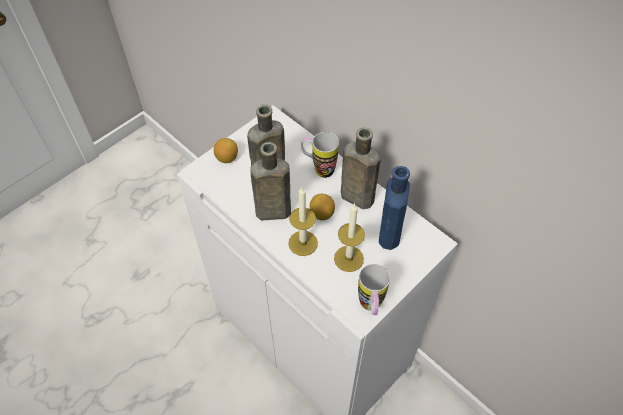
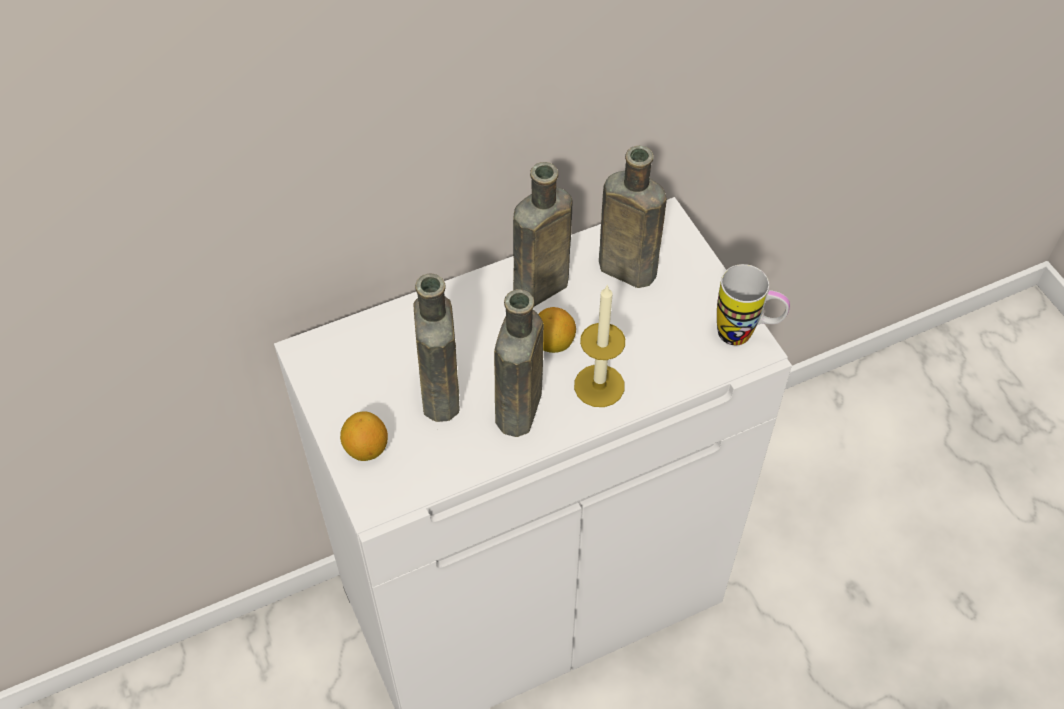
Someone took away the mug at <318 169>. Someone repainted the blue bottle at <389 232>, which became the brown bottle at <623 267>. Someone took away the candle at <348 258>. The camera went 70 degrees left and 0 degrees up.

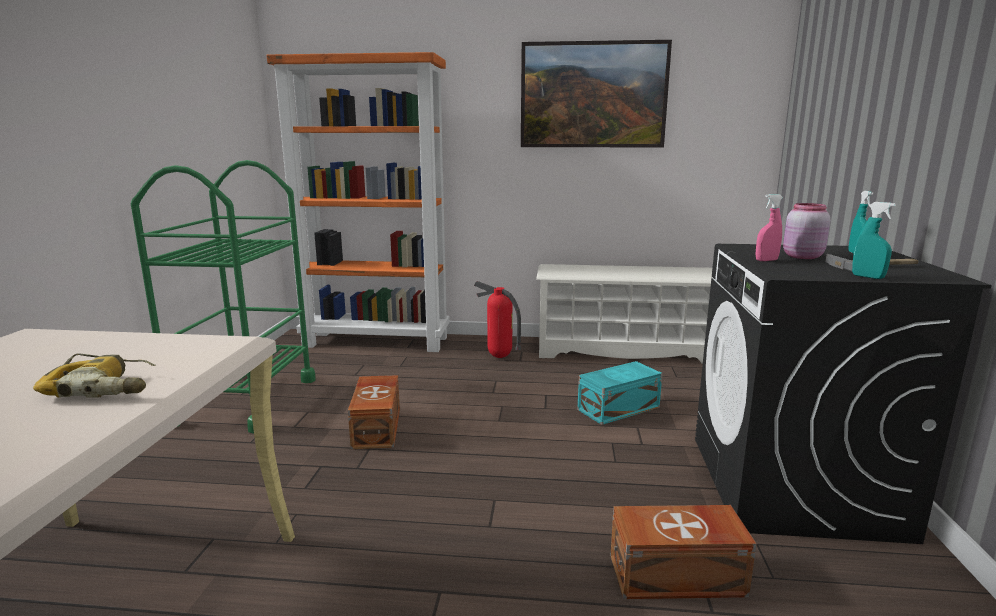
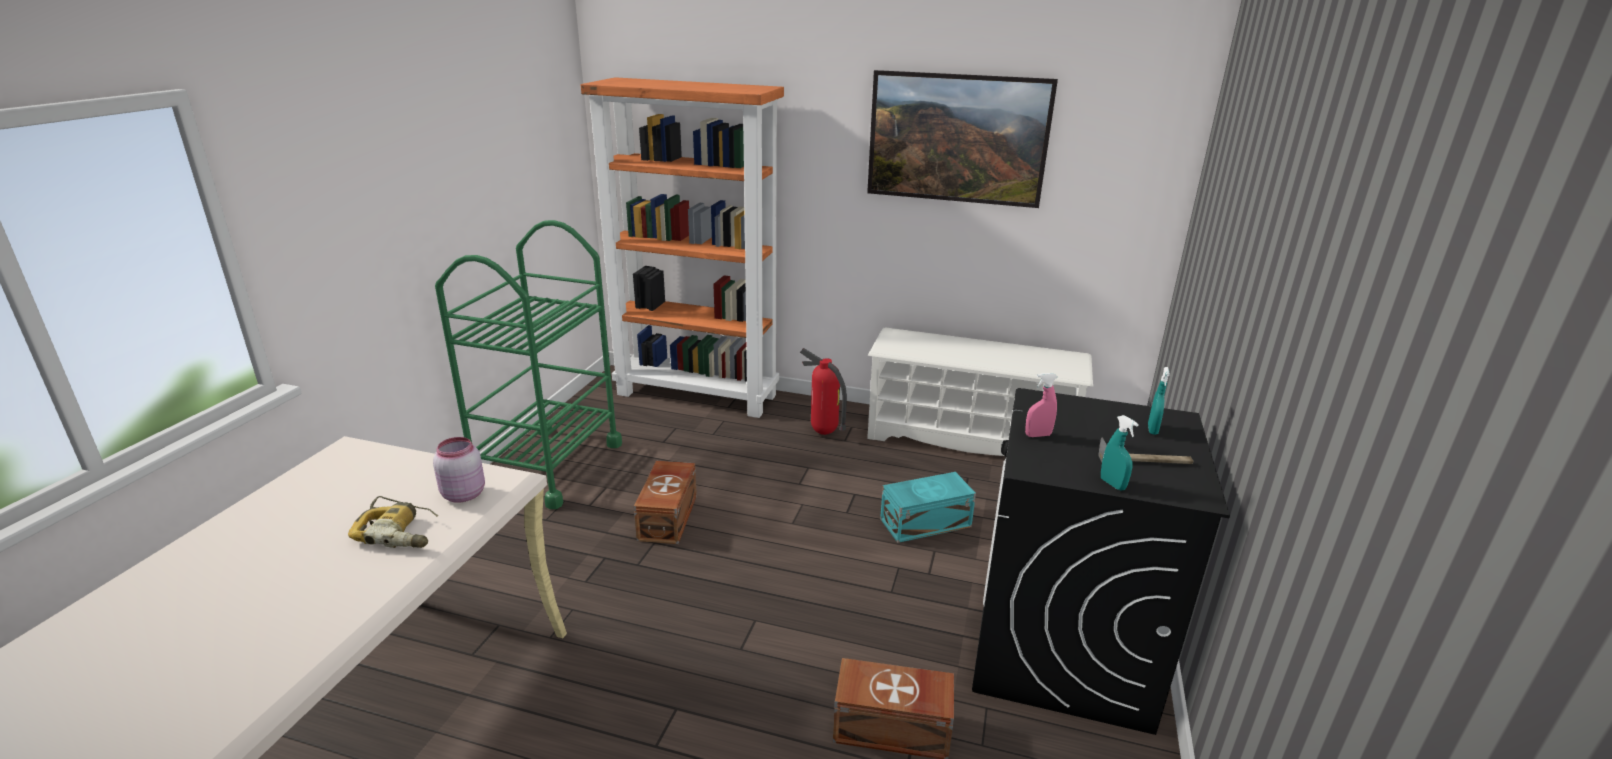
Someone carried the pink jar from <801 256> to <463 494>. The camera went 10 degrees right and 10 degrees up.

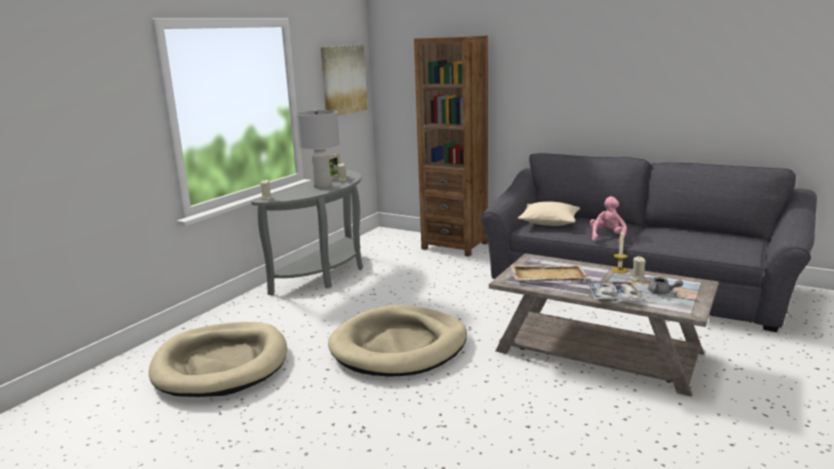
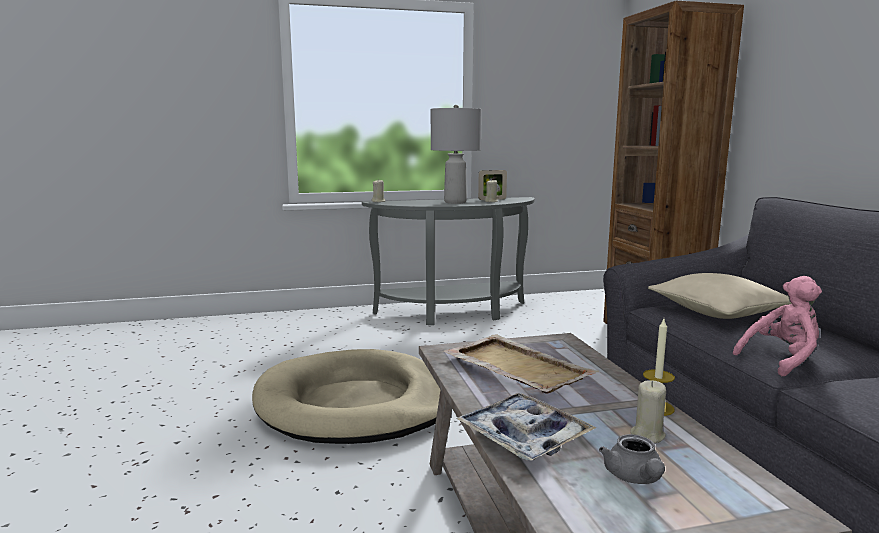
Someone took away the picture at <343 80>. Someone took away the beige dog bed at <221 364>. The camera went 45 degrees right and 5 degrees down.

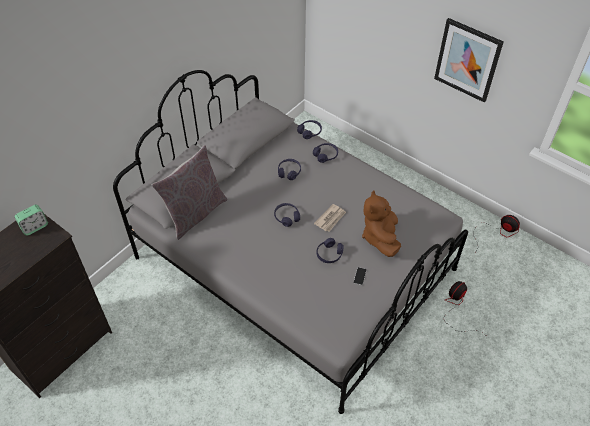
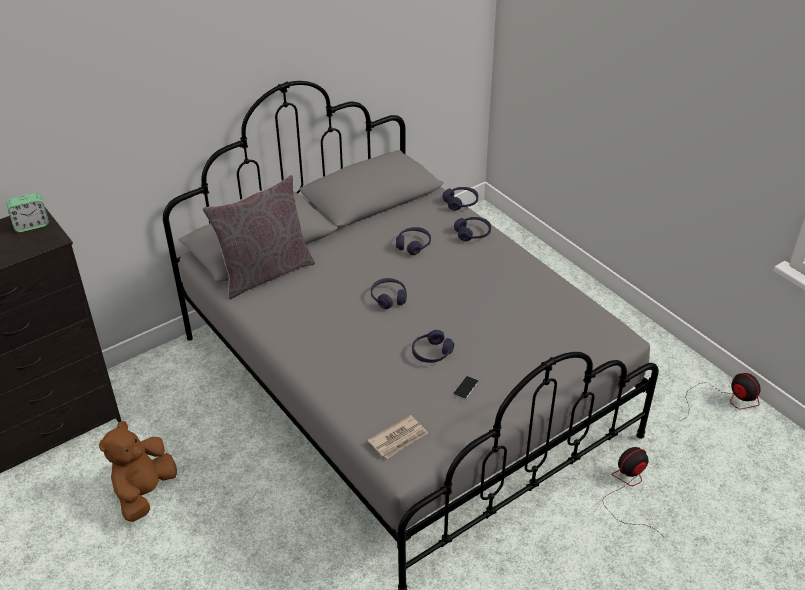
Someone took away the picture at <467 60>. Someone carried the brown plush toy from <380 237> to <144 492>. Someone carried the newspaper from <330 219> to <399 439>. The camera went 15 degrees right and 10 degrees down.

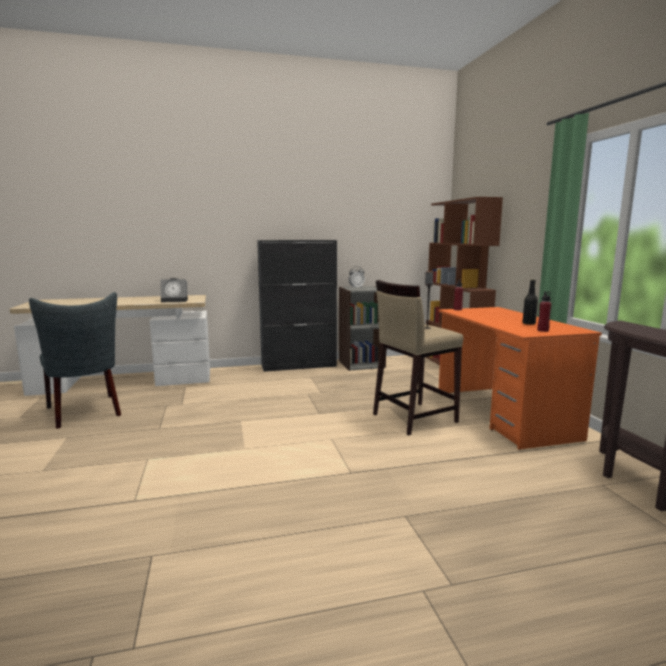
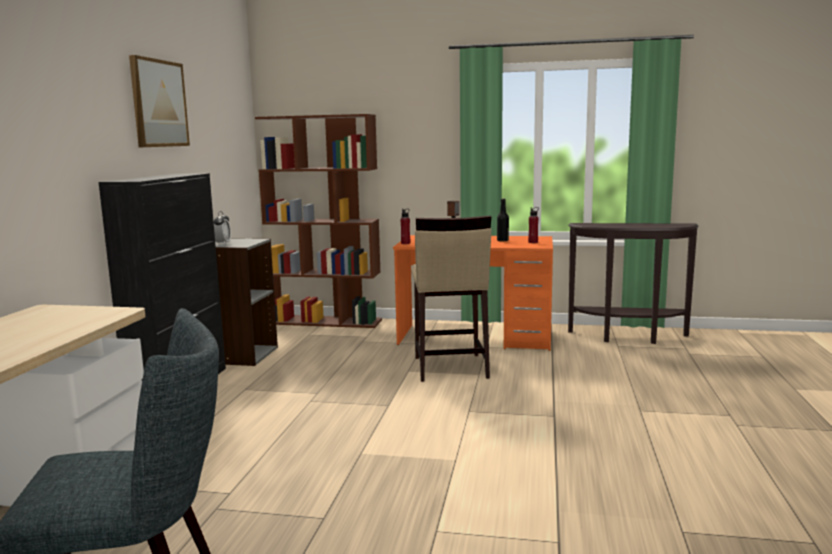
Someone took away the alarm clock at <175 300>. Someone put up the picture at <158 103>. The camera went 65 degrees left and 0 degrees up.

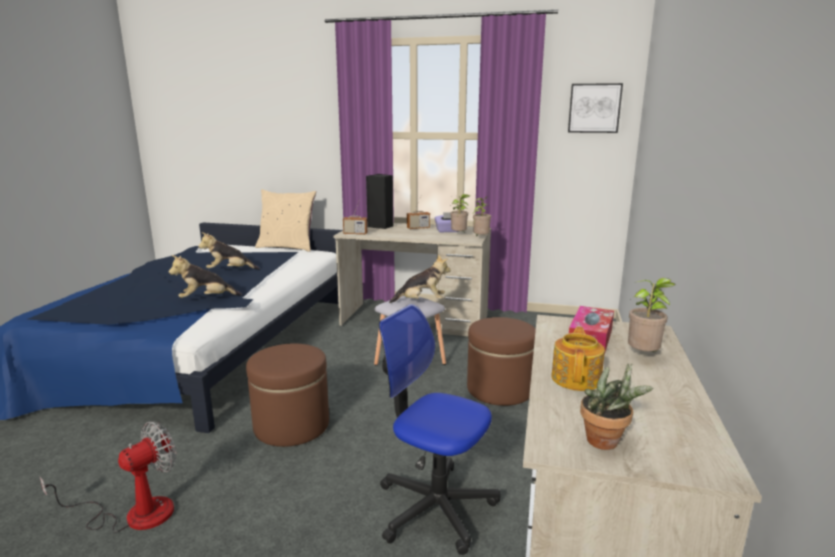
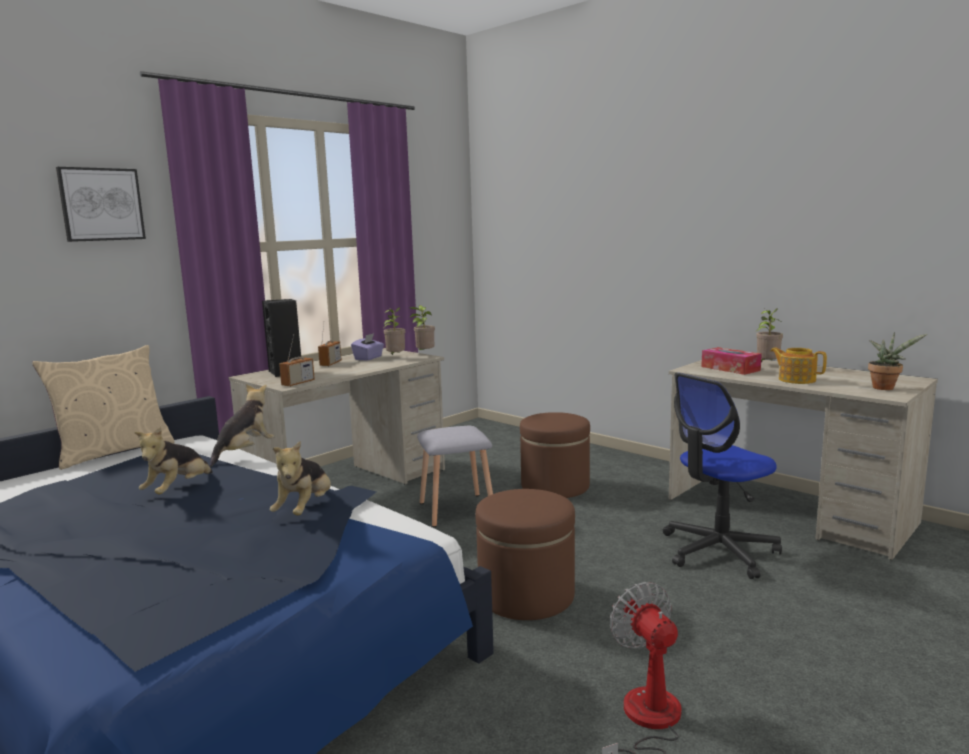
Someone carried the picture from <594 108> to <101 204>. Someone carried the plush toy from <421 302> to <244 452>. The camera went 60 degrees left and 5 degrees down.

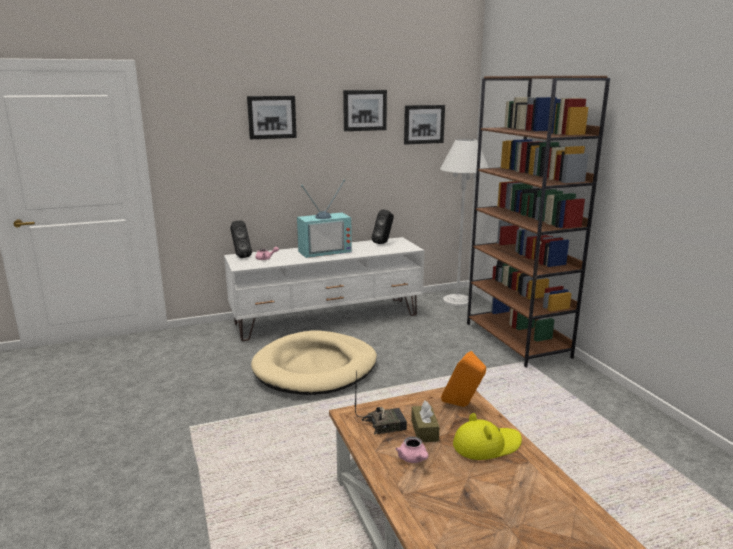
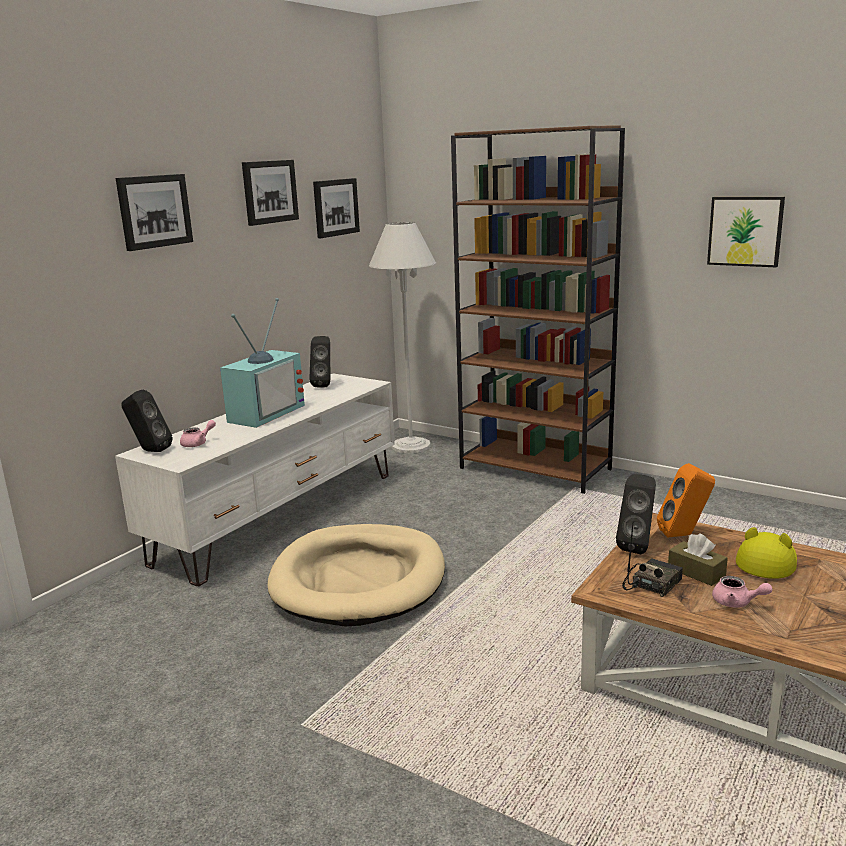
Someone put up the picture at <745 231>. Someone put down the black speaker at <638 546>. The camera went 35 degrees left and 0 degrees up.

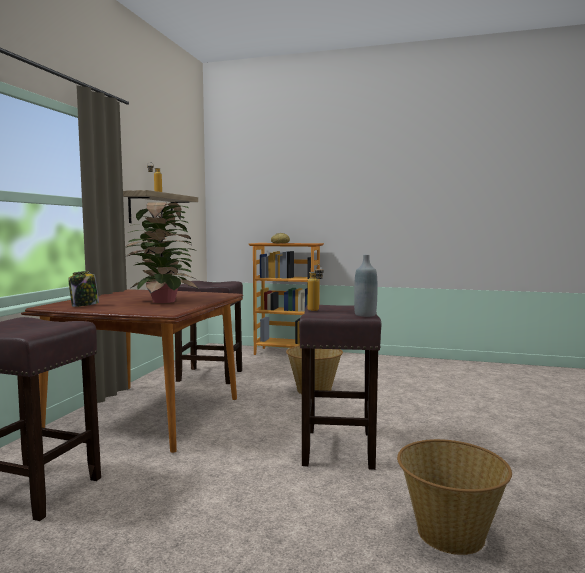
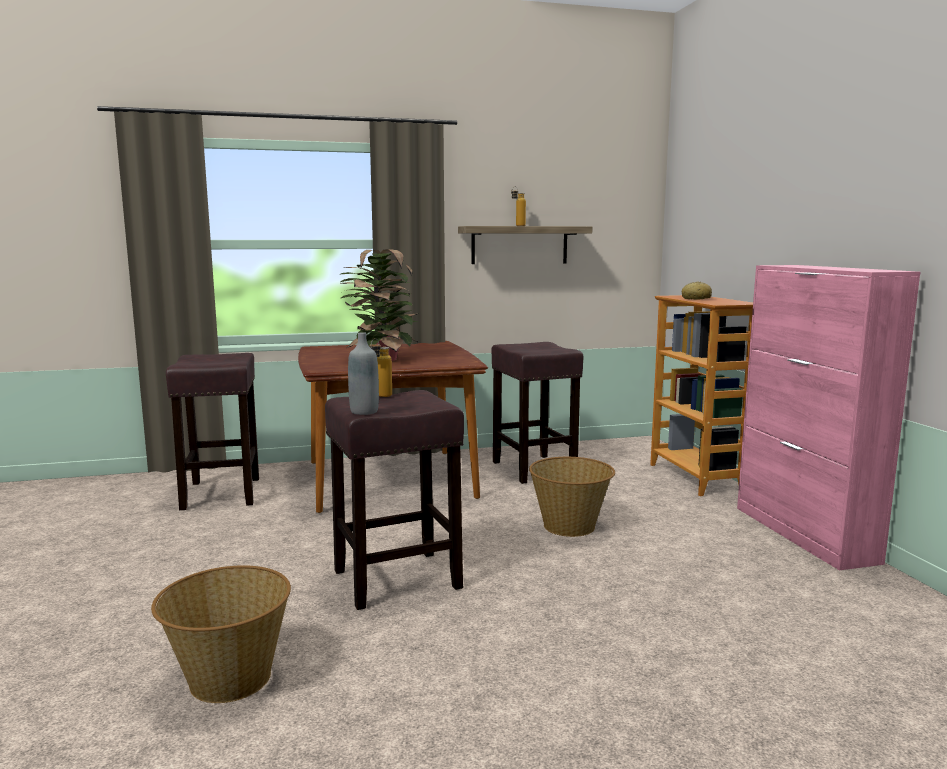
Someone took away the jar at <84 305>. Someone put down the pink cabinet at <804 534>. The camera went 60 degrees right and 5 degrees up.

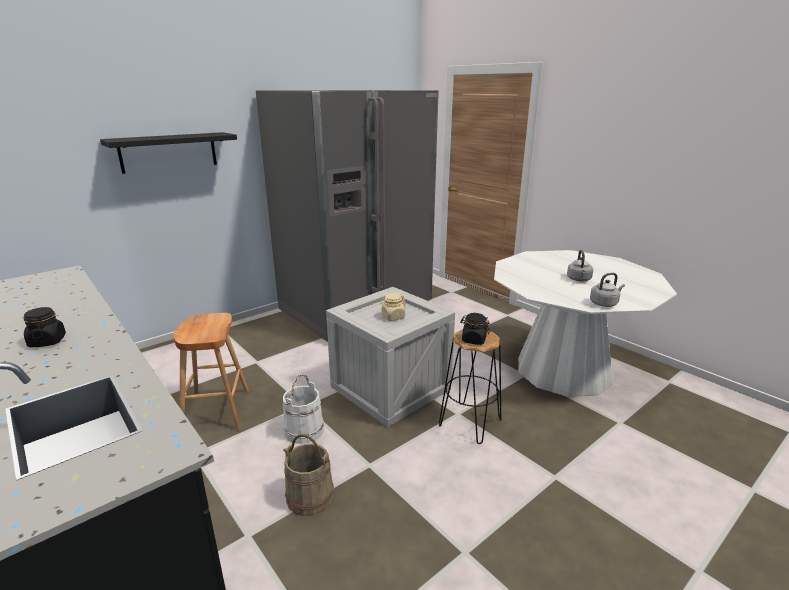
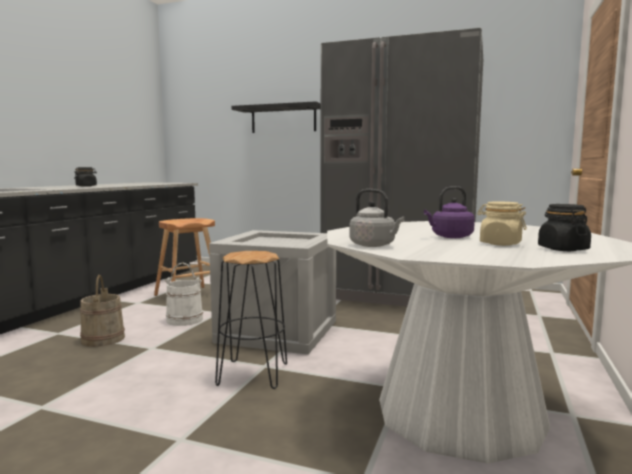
Someone repainted the grey kettle at <579 280>, which became the purple kettle at <450 237>. Someone carried the beige jar from <393 317> to <500 243>. Someone carried the black jar from <473 340> to <562 249>. The camera went 60 degrees right and 15 degrees down.

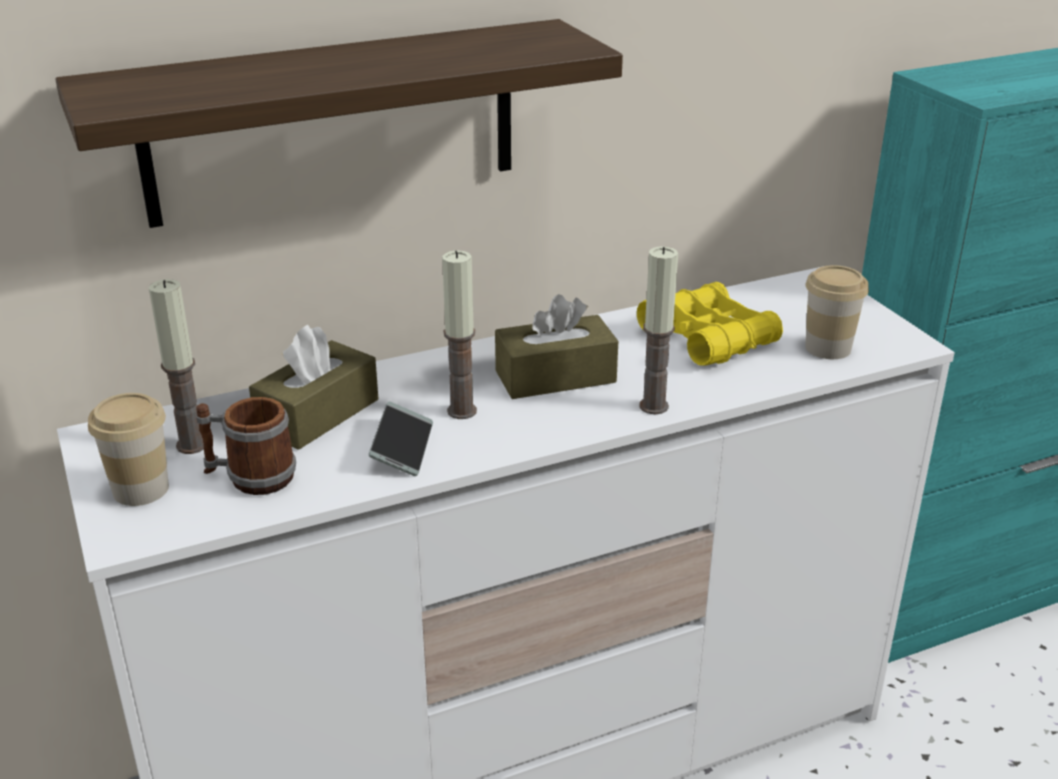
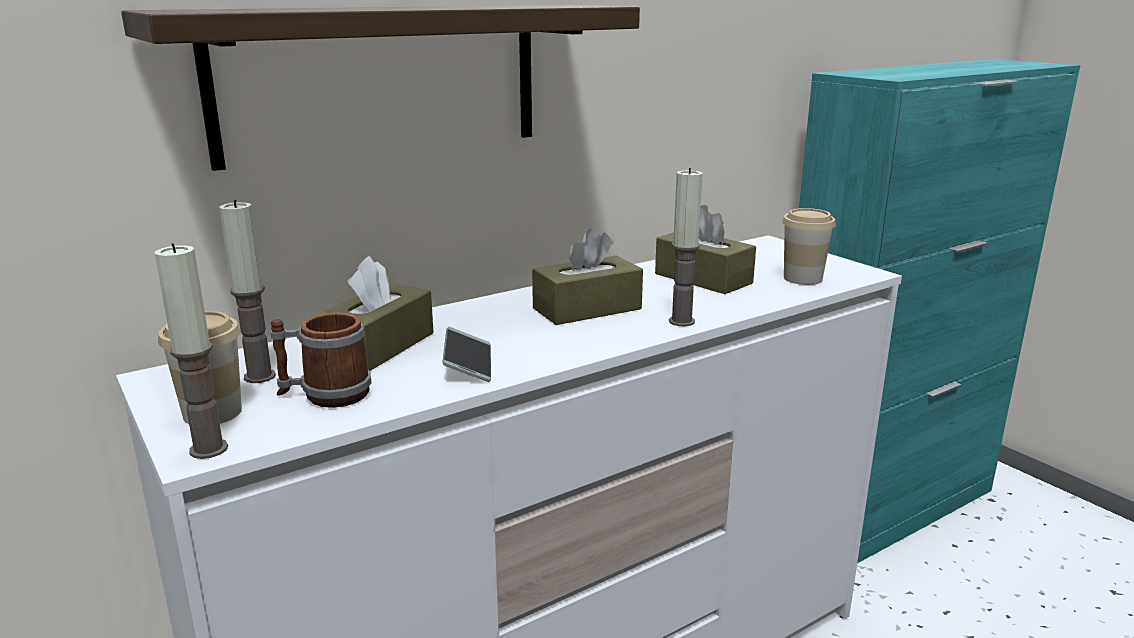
Someone carried the candle from <462 411> to <208 449>. Someone swapped the yellow binoculars at <708 338> for the brown tissue box at <703 278>. The camera went 10 degrees left and 10 degrees down.

